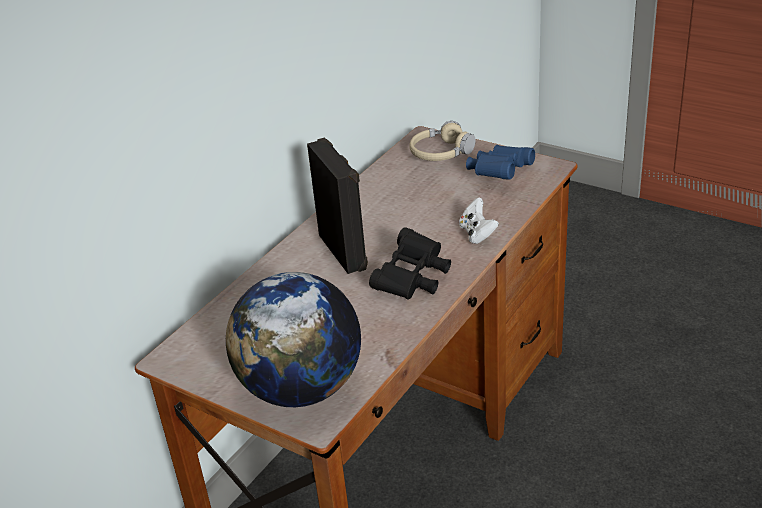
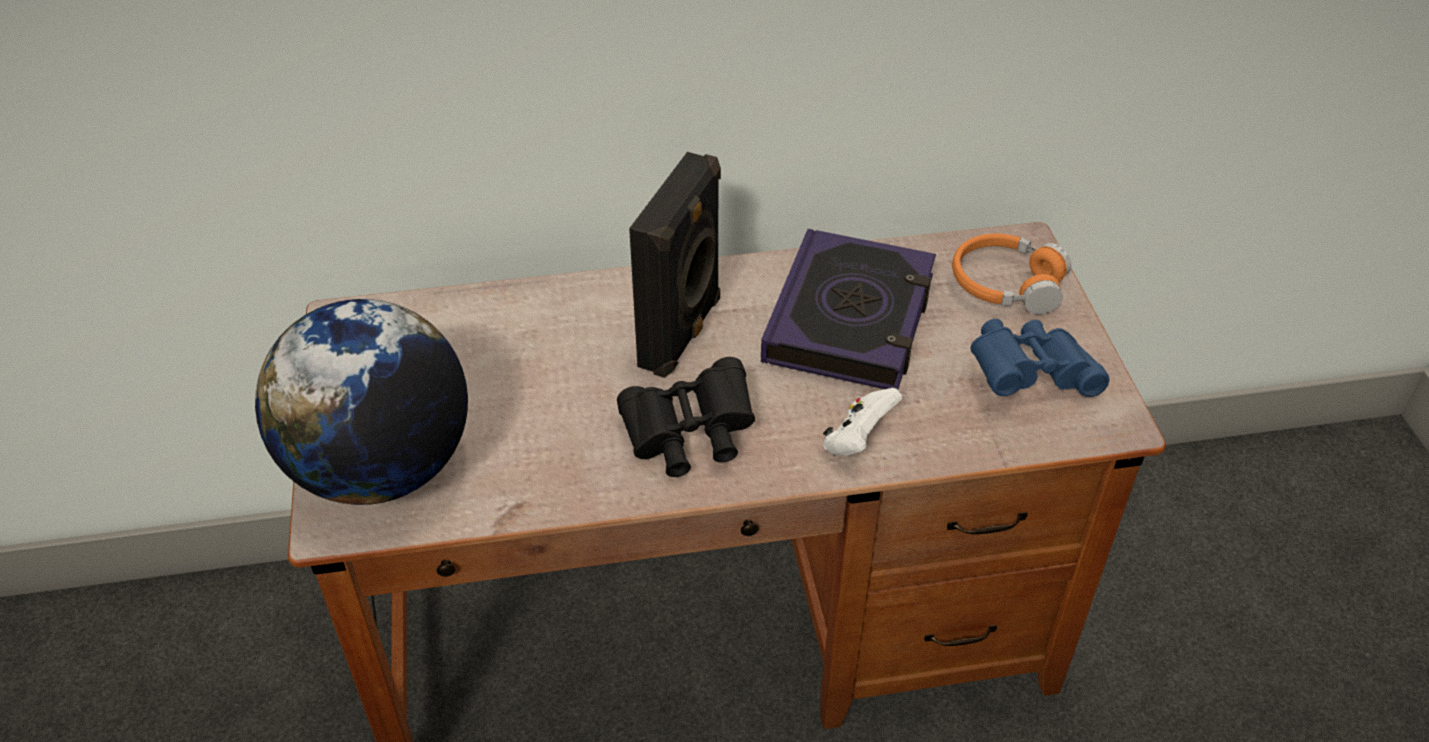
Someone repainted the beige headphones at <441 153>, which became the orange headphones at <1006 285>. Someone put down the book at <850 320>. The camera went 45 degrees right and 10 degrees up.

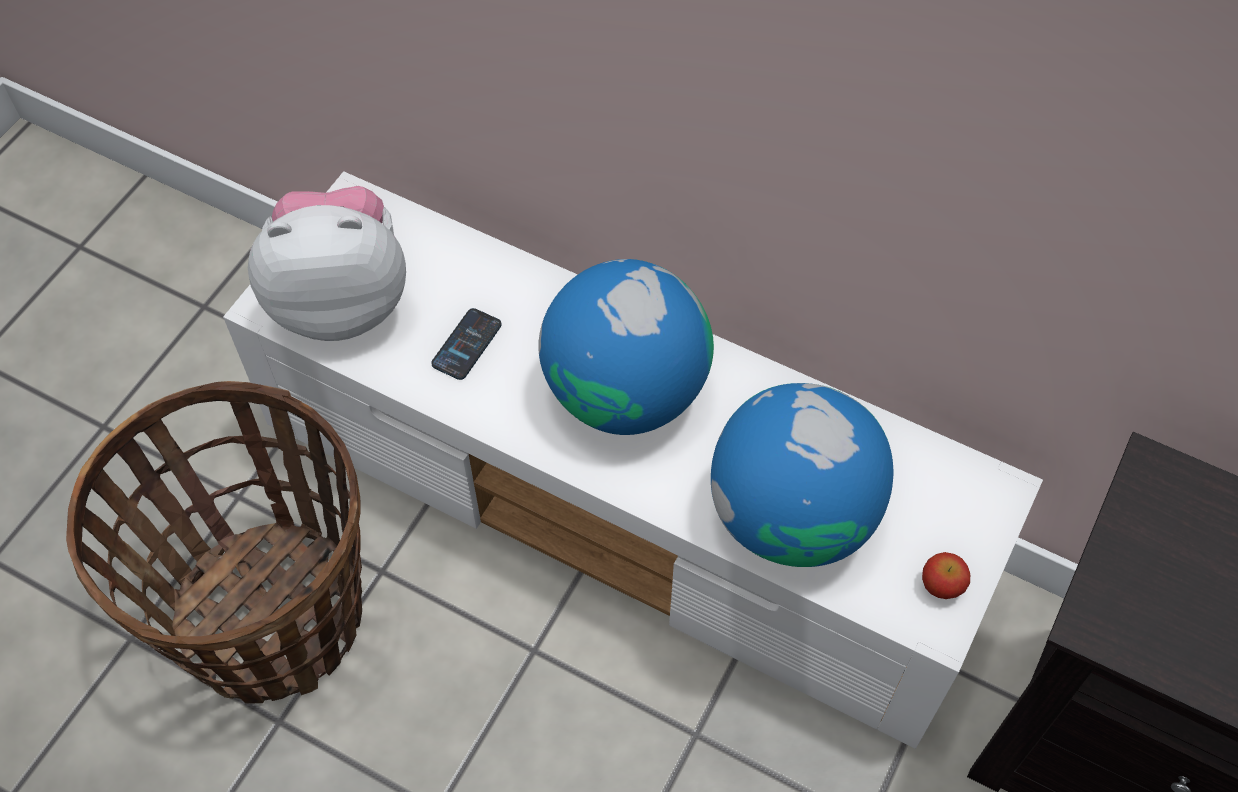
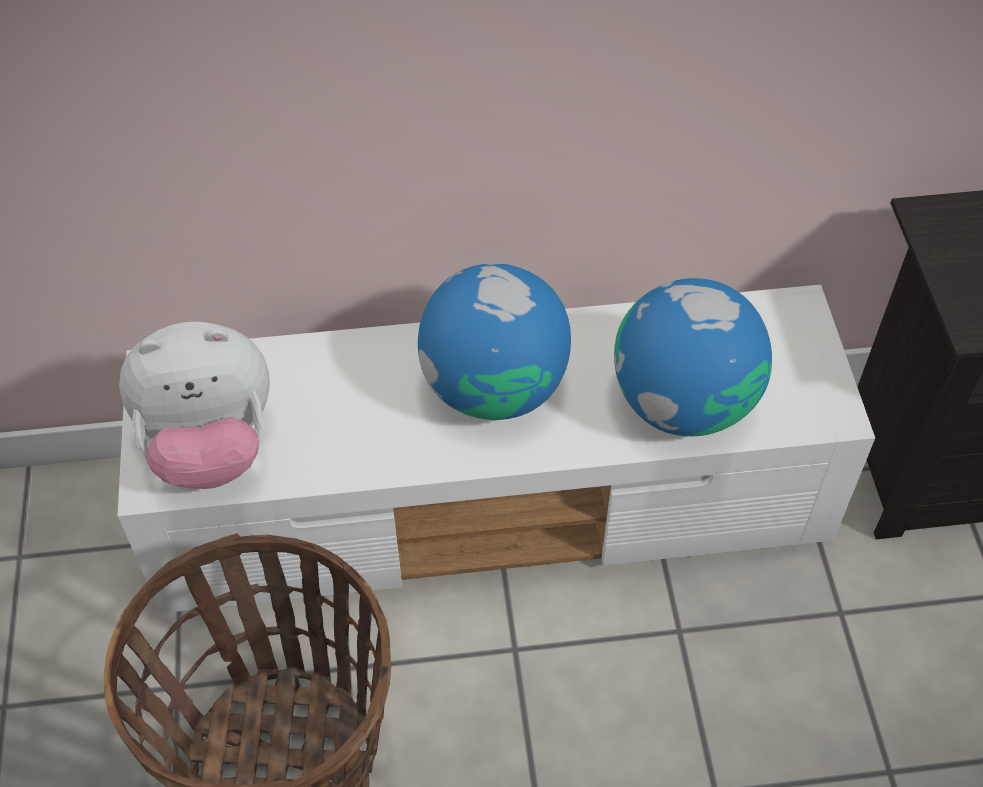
Someone rotated the plush toy at <341 300> by 150 degrees counterclockwise. Someone took away the phone at <467 345>. Someone took away the apple at <941 586>. The camera went 35 degrees left and 5 degrees down.

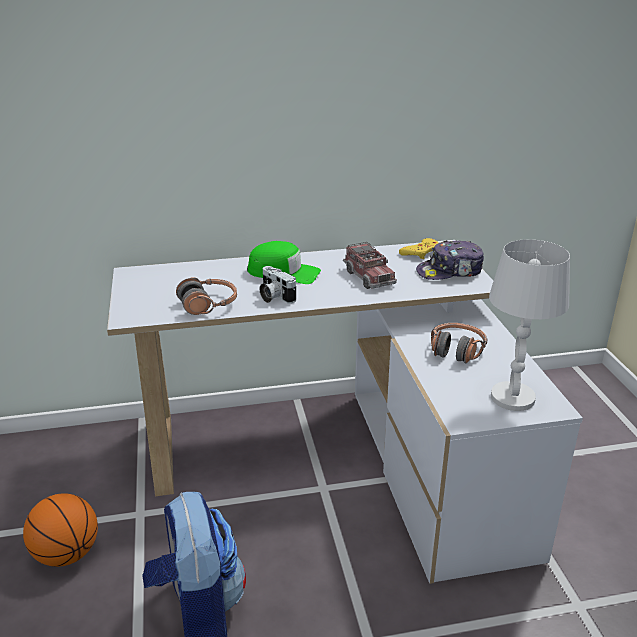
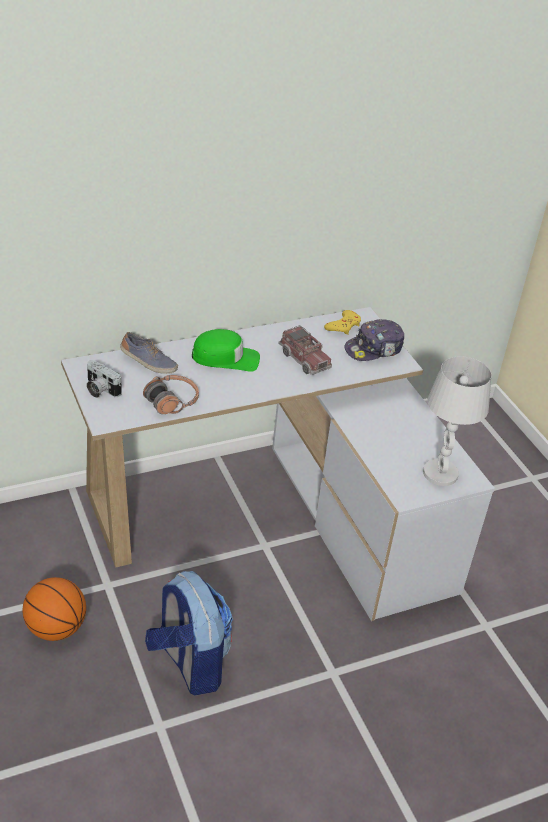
Someone carried the photo camera from <274 297> to <100 389>. Someone took away the headphones at <456 350>. Someone put down the shoe at <148 363>. The camera went 15 degrees left and 10 degrees up.

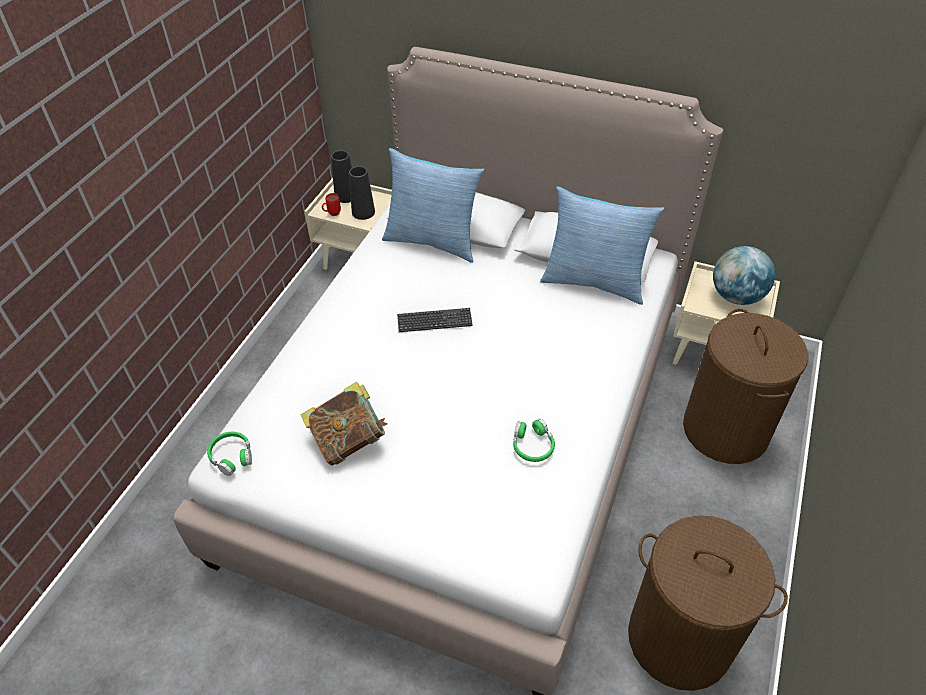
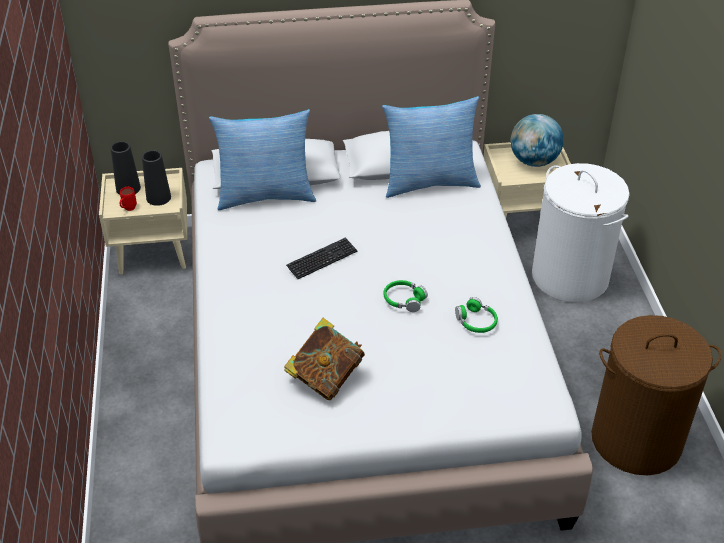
Someone repainted the brown laundry basket at <726 430>, which became the white laundry basket at <570 277>. Someone carried the green headphones from <232 456> to <404 300>. The camera went 30 degrees left and 5 degrees down.

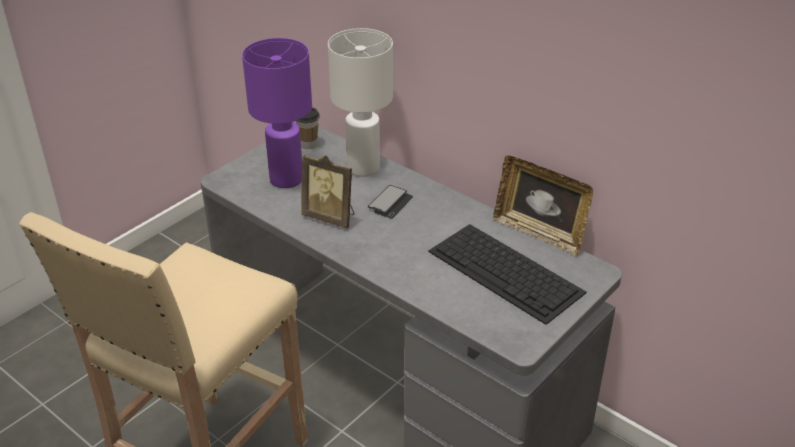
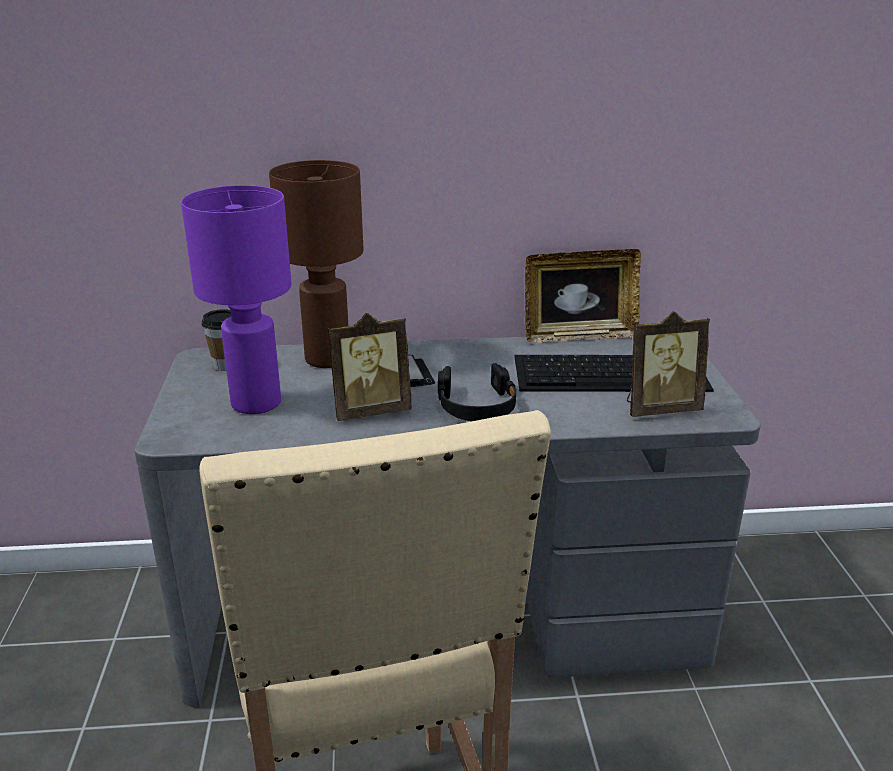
Someone repainted the white table lamp at <364 168>, which became the brown table lamp at <328 359>. Someone put down the picture frame at <660 408>. Someone put down the black headphones at <477 405>. The camera went 45 degrees left and 10 degrees down.

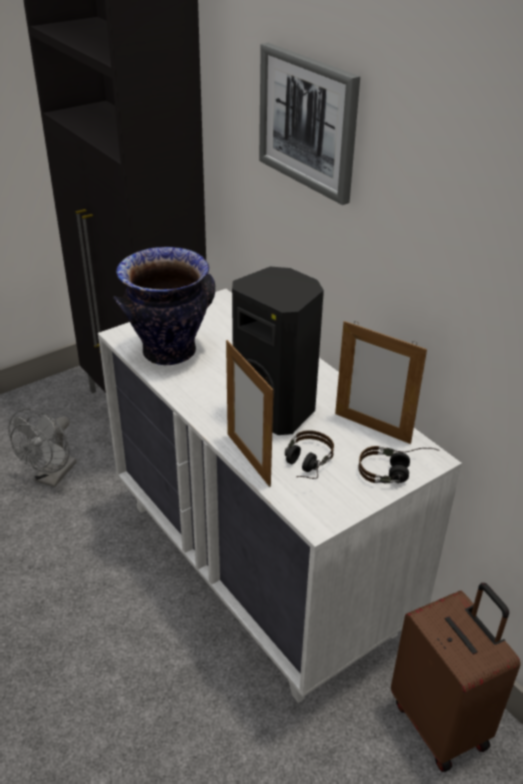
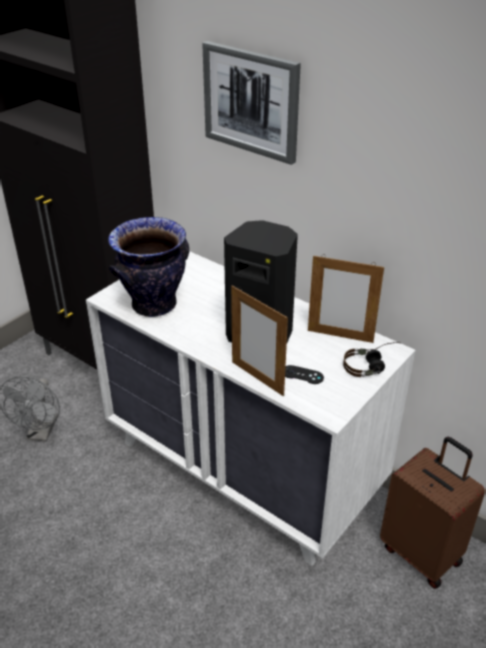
Someone swapped the headphones at <304 466> for the black game controller at <302 375>. The camera went 15 degrees left and 0 degrees up.

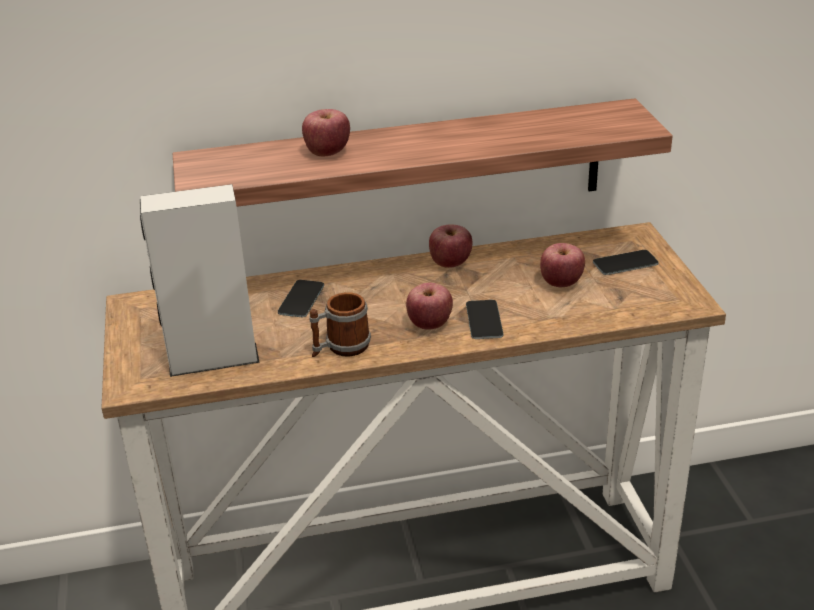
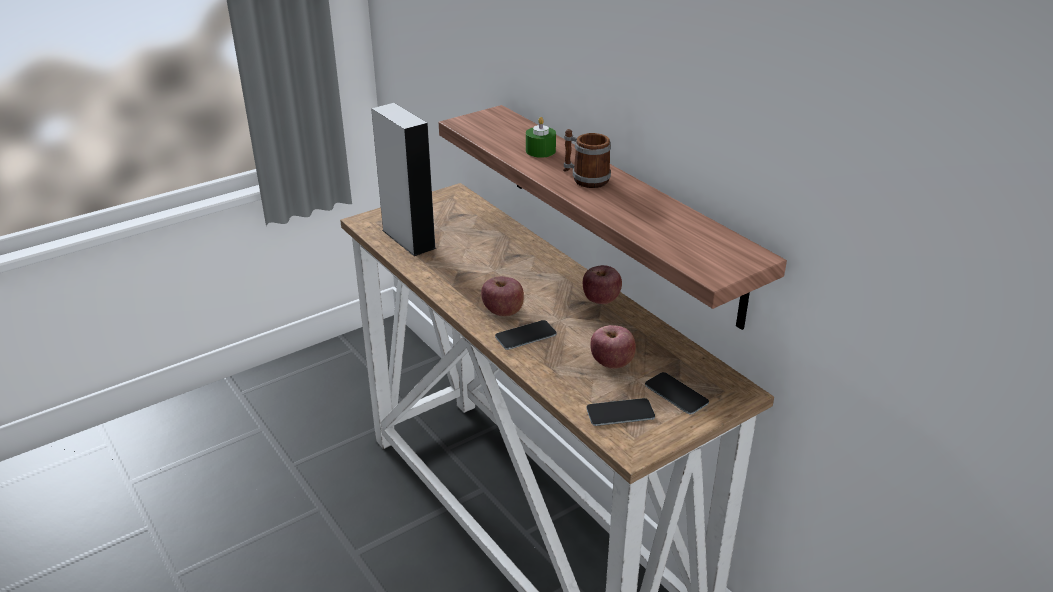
Someone swapped the apple at <327 152> for the green candle at <540 151>. Someone carried the phone from <301 299> to <620 413>. Someone carried the mug from <340 348> to <585 178>. The camera went 65 degrees right and 0 degrees up.

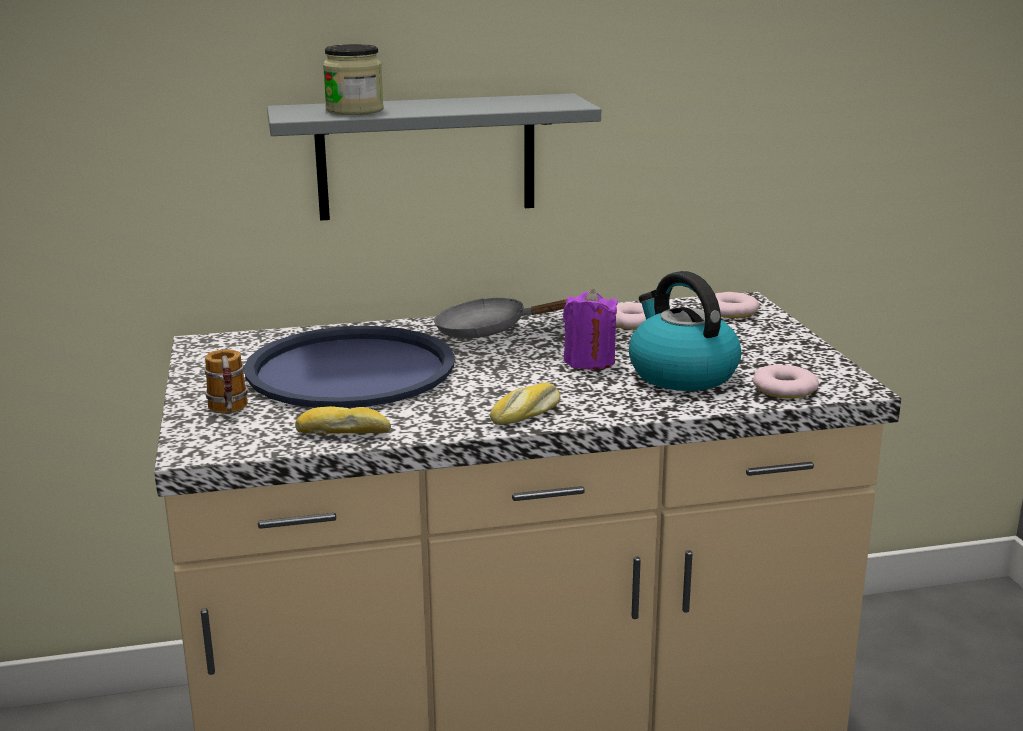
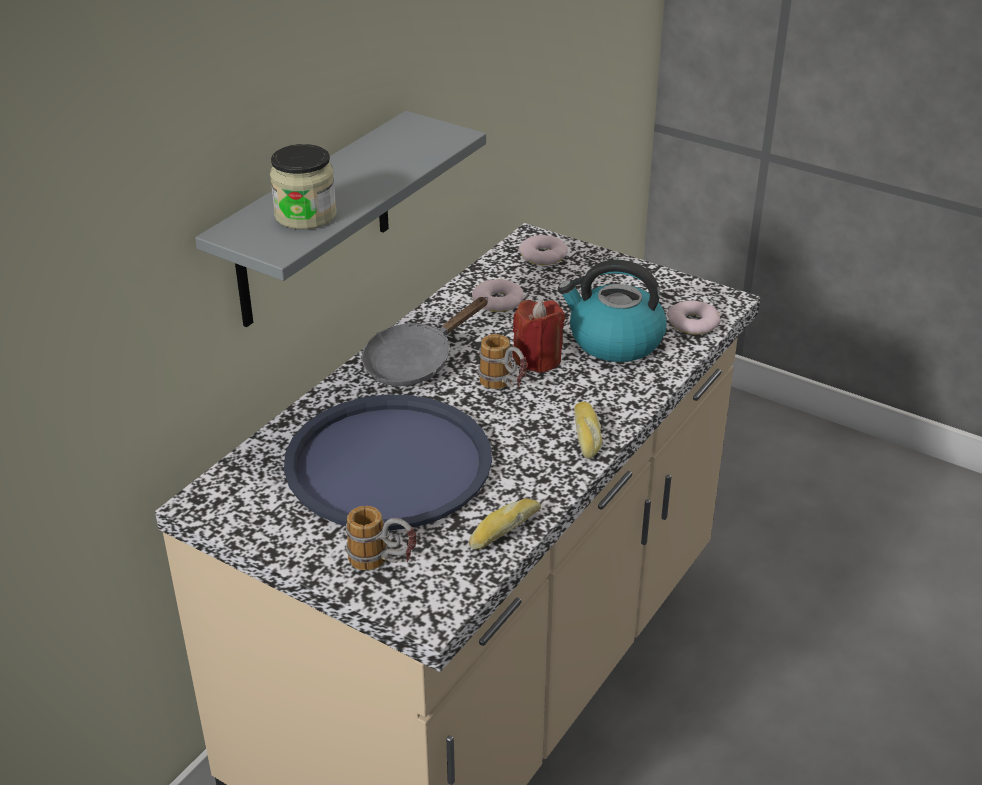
Someone repainted the purple candle at <589 361>, which became the red candle at <538 359>. Someone put down the mug at <504 387>. The camera went 45 degrees left and 15 degrees up.

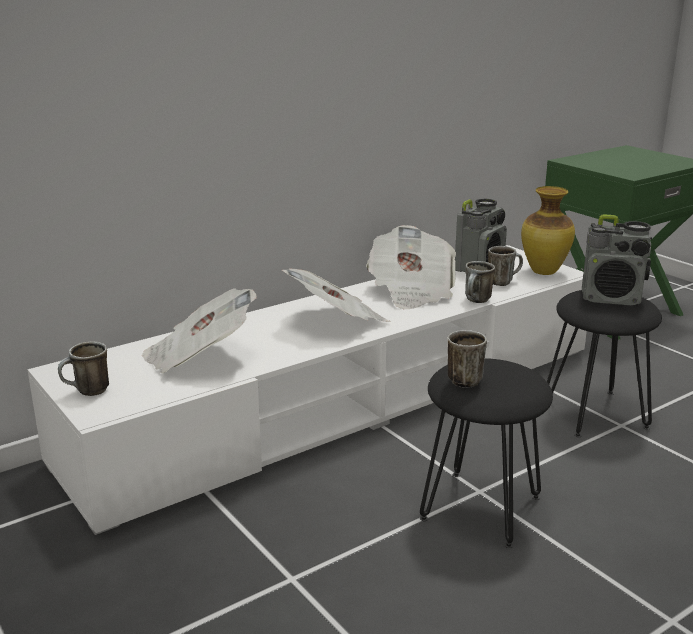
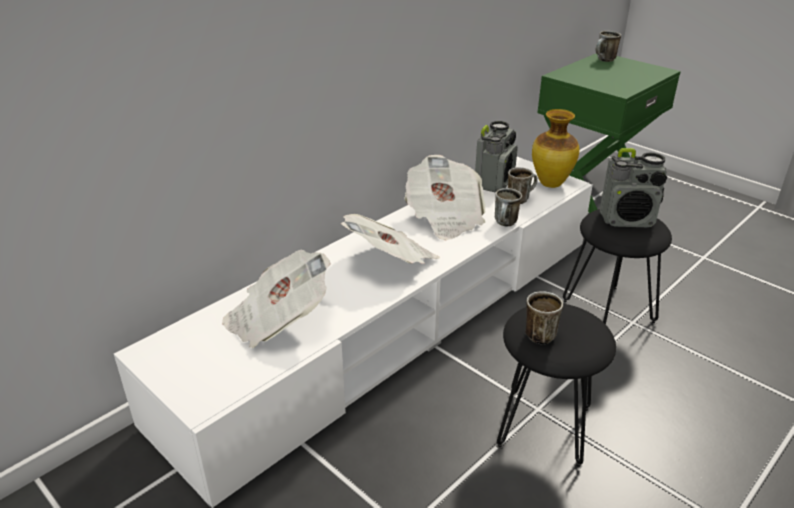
Someone carried the mug from <87 392> to <604 60>. The camera went 10 degrees left and 10 degrees up.

